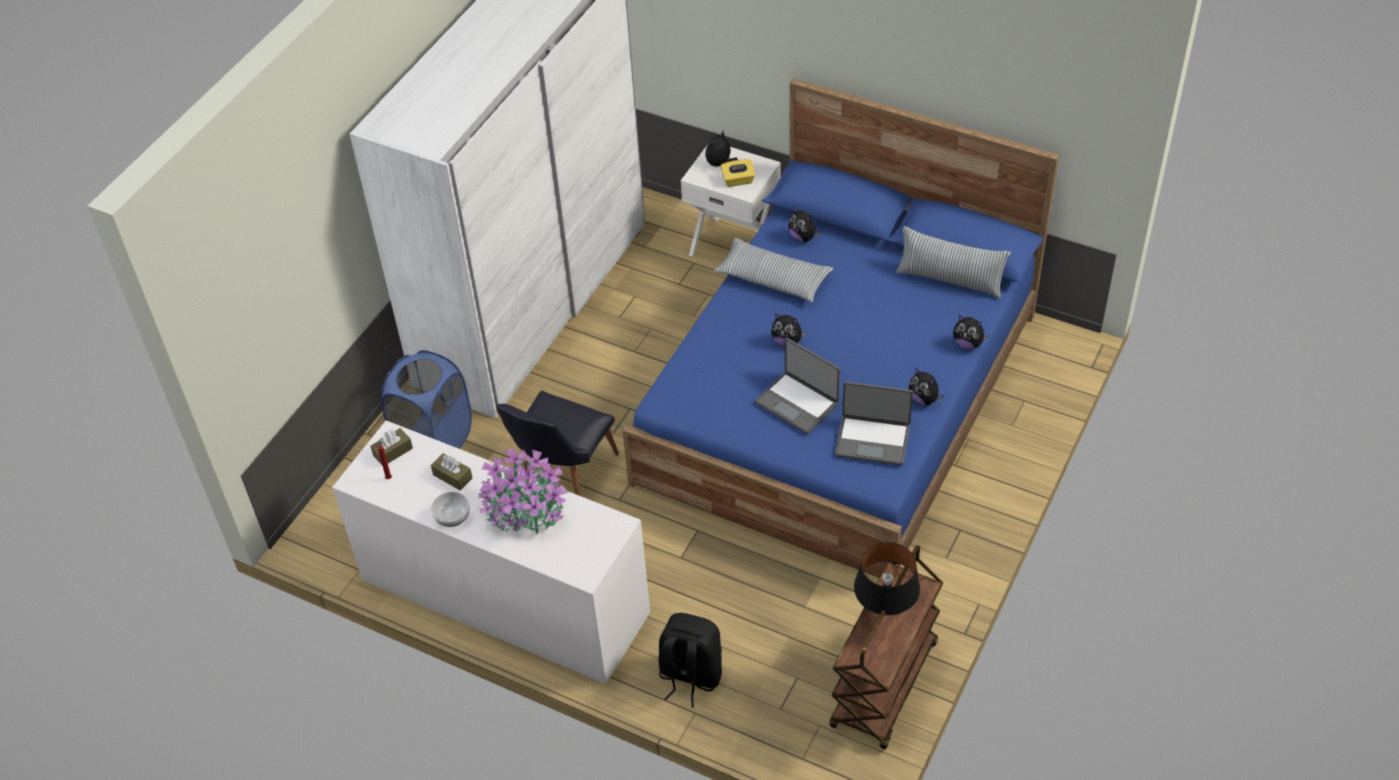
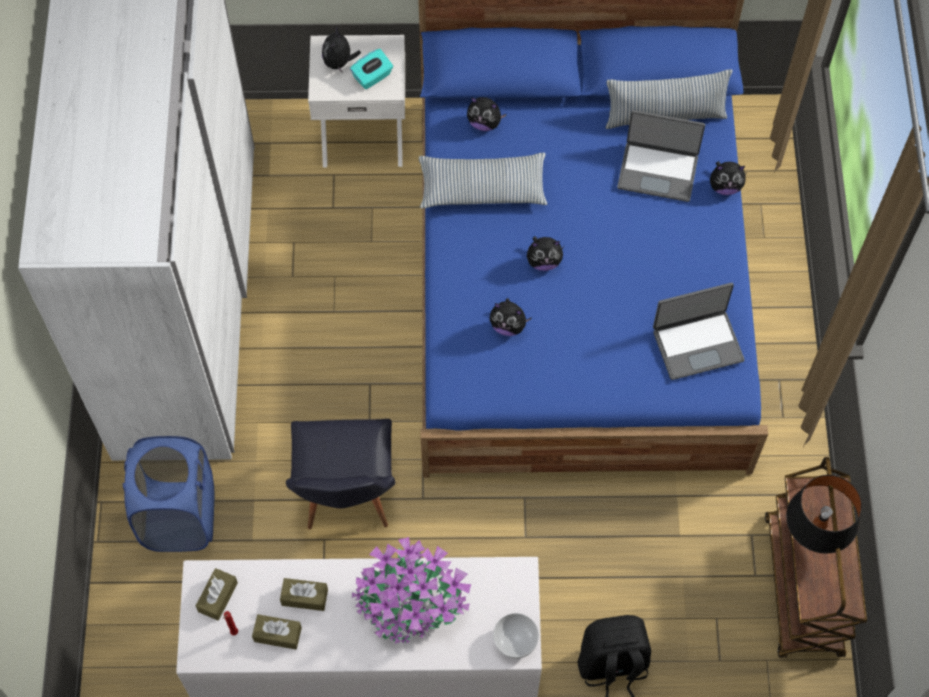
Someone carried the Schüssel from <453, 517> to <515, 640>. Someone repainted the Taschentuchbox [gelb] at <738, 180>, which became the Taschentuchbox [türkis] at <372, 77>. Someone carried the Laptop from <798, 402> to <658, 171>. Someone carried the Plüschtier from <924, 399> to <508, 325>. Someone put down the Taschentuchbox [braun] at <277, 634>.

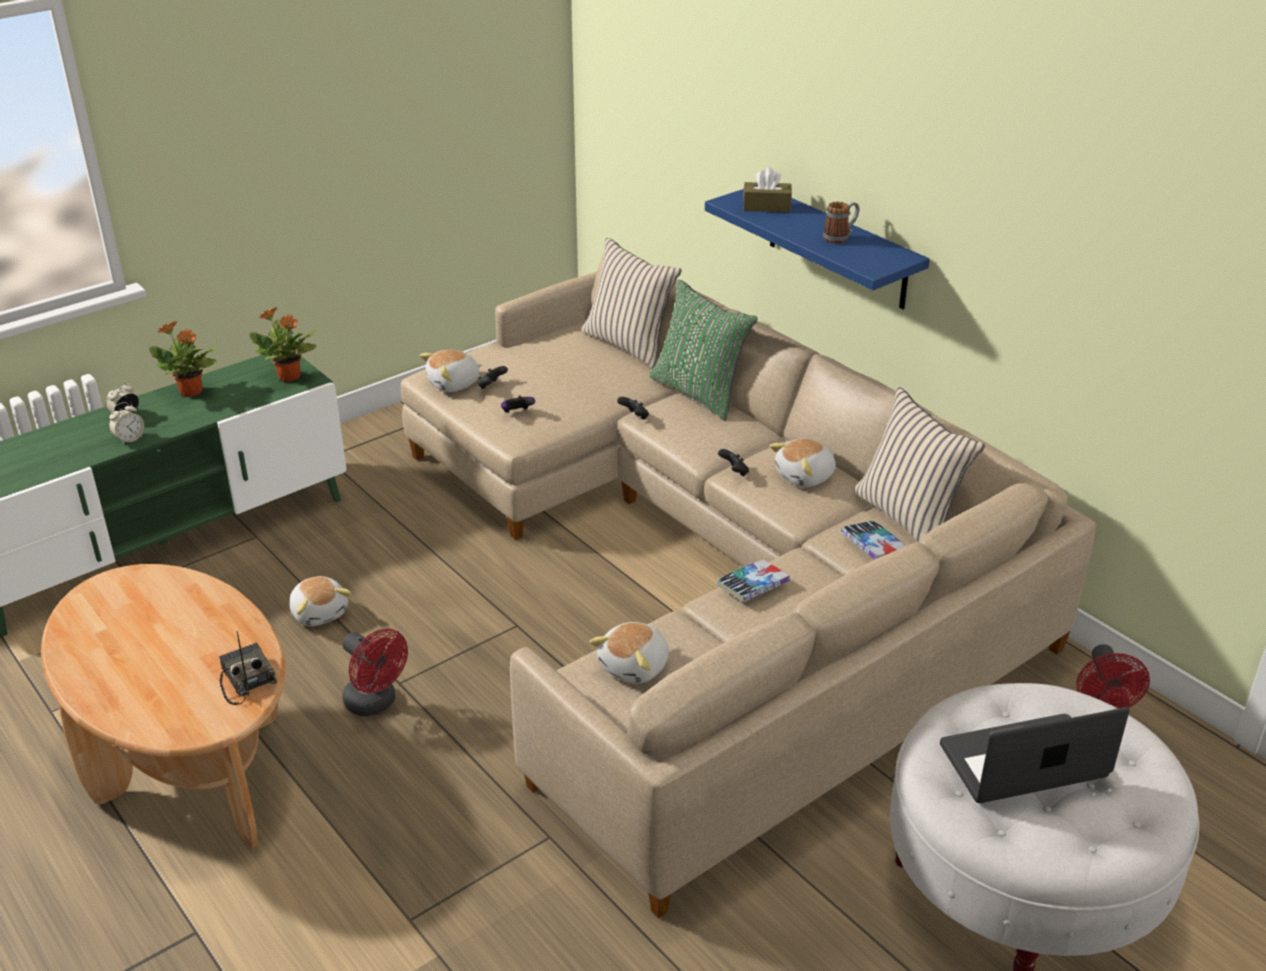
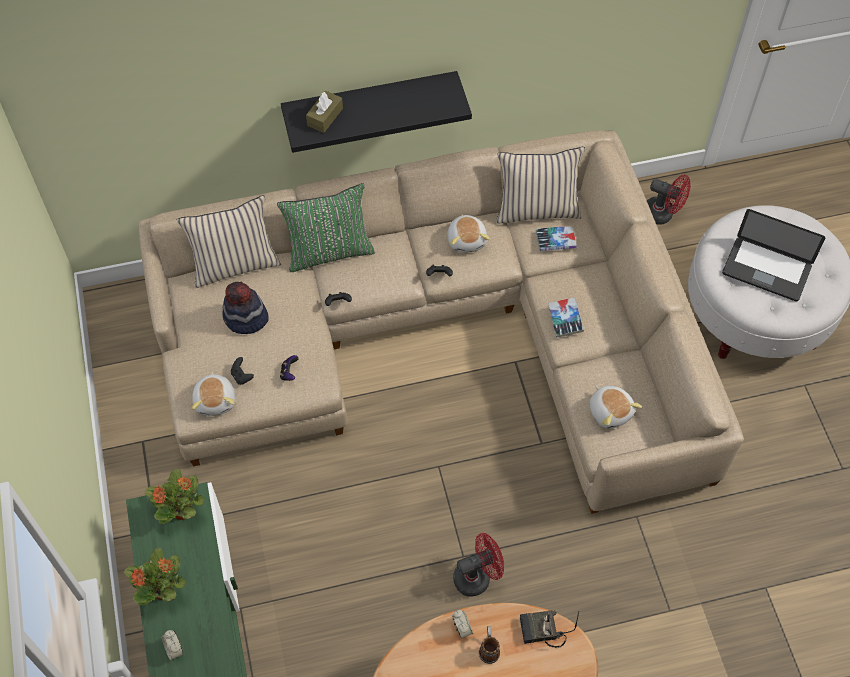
Someone carried the Wecker from <129, 439> to <462, 628>. Someone took away the Plüschtier at <320, 612>. Someone repainted the Wandregal [blau] at <837, 247>, which became the Wandregal [schwarz] at <370, 102>. Someone carried the Henkelbecher from <840, 237> to <488, 648>. Someone rotated the Laptop at <1023, 762> by 75 degrees counterclockwise. Someone put down the Hut at <245, 318>.

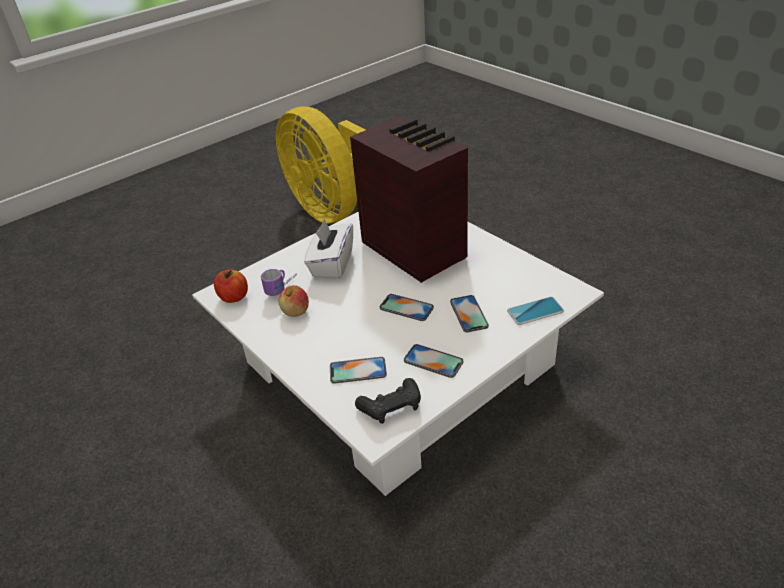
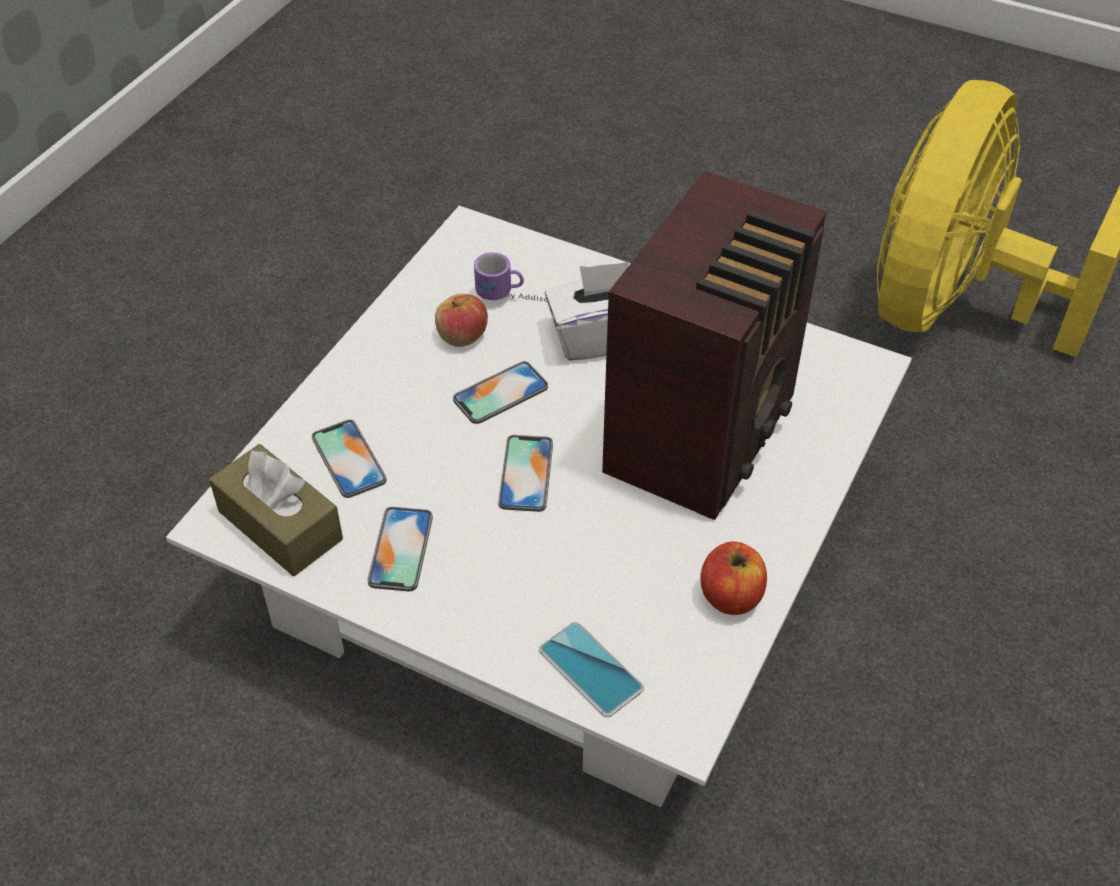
Someone carried the Apfel from <233, 297> to <730, 596>. Someone swapped the Gamepad [schwarz] at <391, 407> for the Taschentuchbox [braun] at <280, 525>. Someone carried the Handy from <469, 314> to <500, 393>.

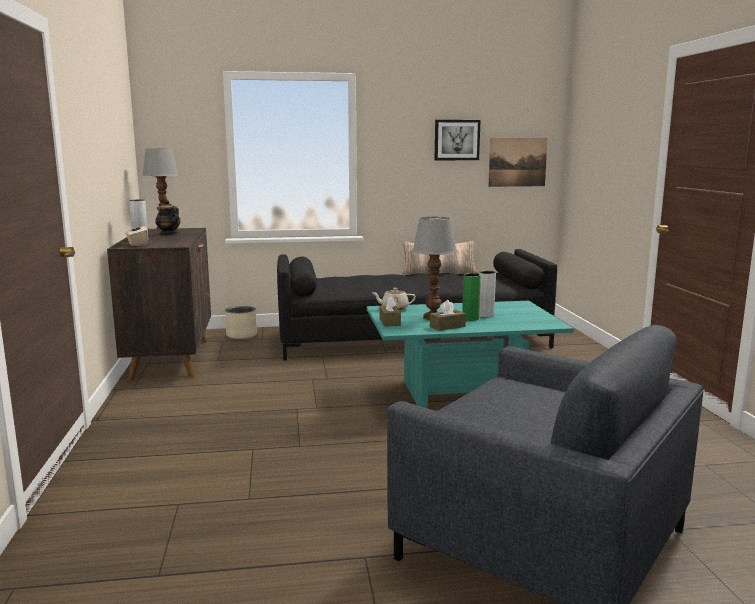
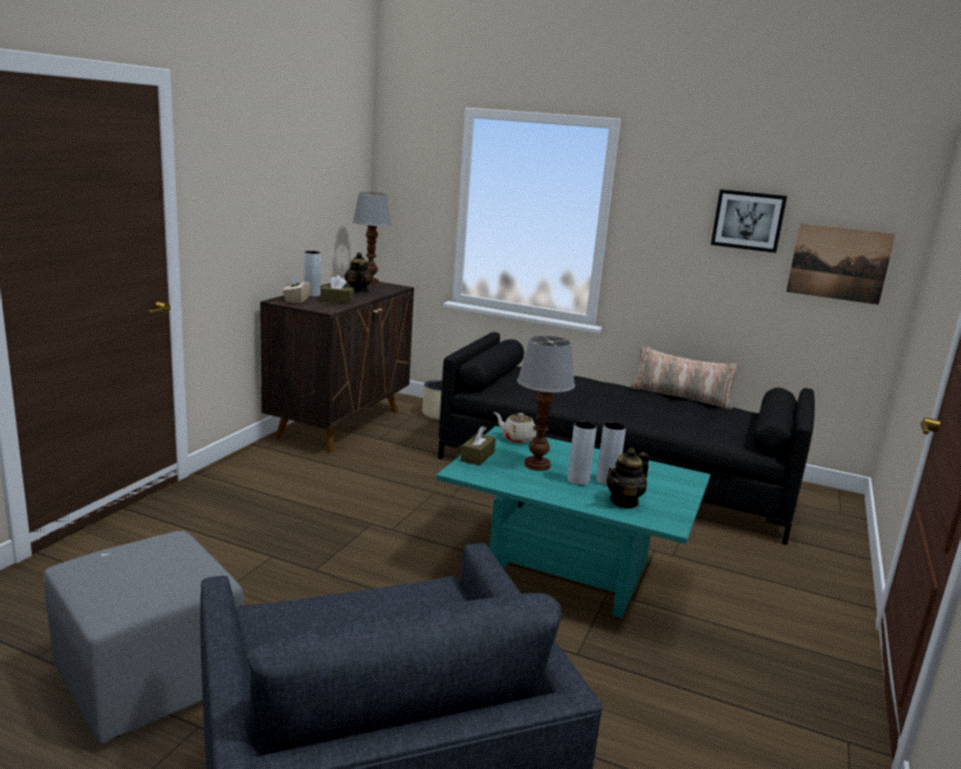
Someone carried the Taschentuchbox [braun] from <447, 326> to <337, 301>. Someone repainted the Vase [grün] at <470, 318>, which became the Vase [grau] at <578, 480>. Someone put down the Polsterhocker [grau] at <148, 679>. Someone put down the Teekanne at <624, 501>.

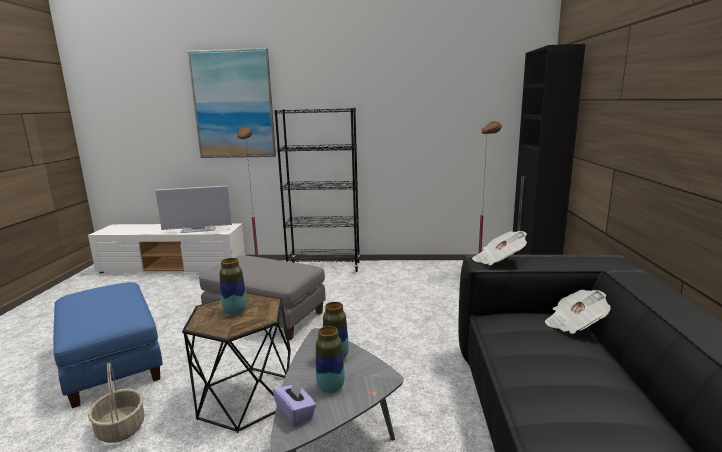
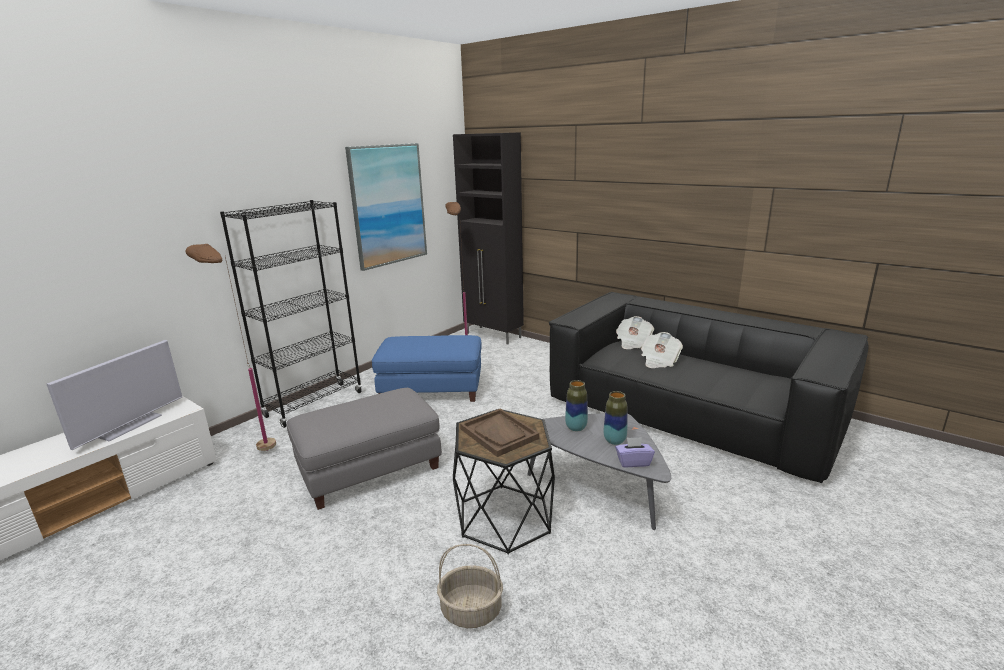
Someone carried the Polsterhocker [blau] from <112, 363> to <432, 389>. Someone carried the Bild from <233, 105> to <388, 205>. Someone swapped the Vase at <235, 311> for the Tablett [braun] at <499, 434>. Someone carried the Zeitung from <498, 260> to <659, 361>.

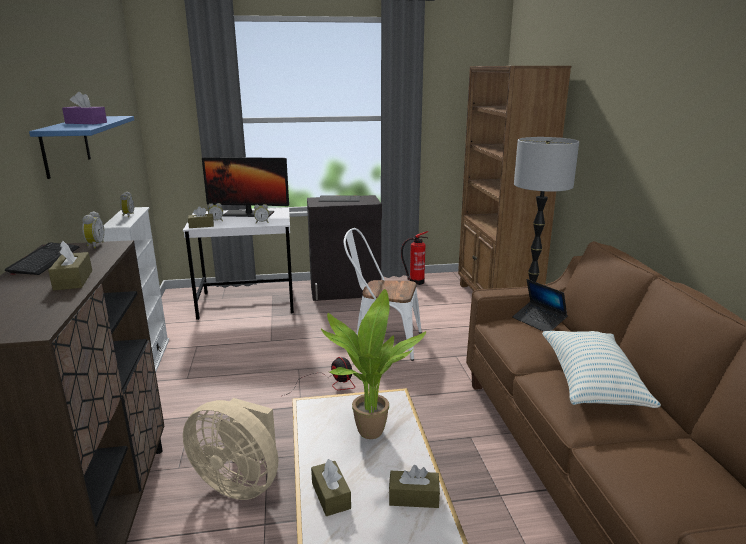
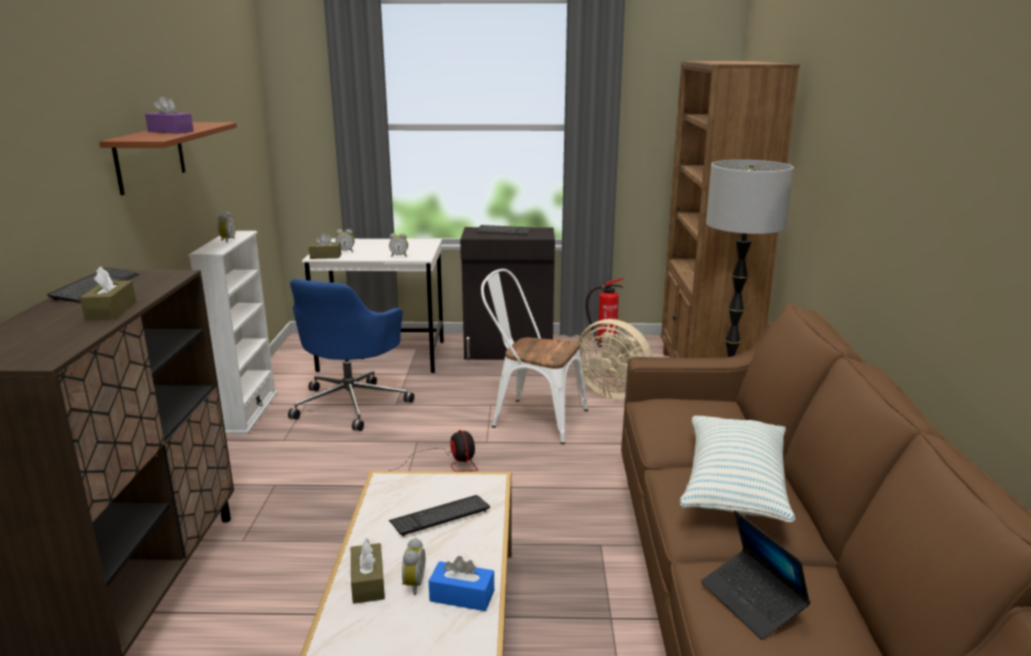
Someone repainted the Wandregal [blau] at <66, 145>, which became the Wandregal [braun] at <150, 157>. Someone carried the Wecker from <94, 245> to <412, 584>. Someone carried the Ventilator [beige] from <240, 482> to <613, 392>. Someone took away the Monitor at <248, 214>. Someone swapped the Topfpflanze at <367, 431> for the Tastatur at <440, 516>. Someone repainted the Taschentuchbox [braun] at <414, 497>, which became the Taschentuchbox [blau] at <462, 596>. Someone carried the Laptop from <538, 321> to <752, 601>. Someone put down the Bürostuhl [blau] at <352, 403>.

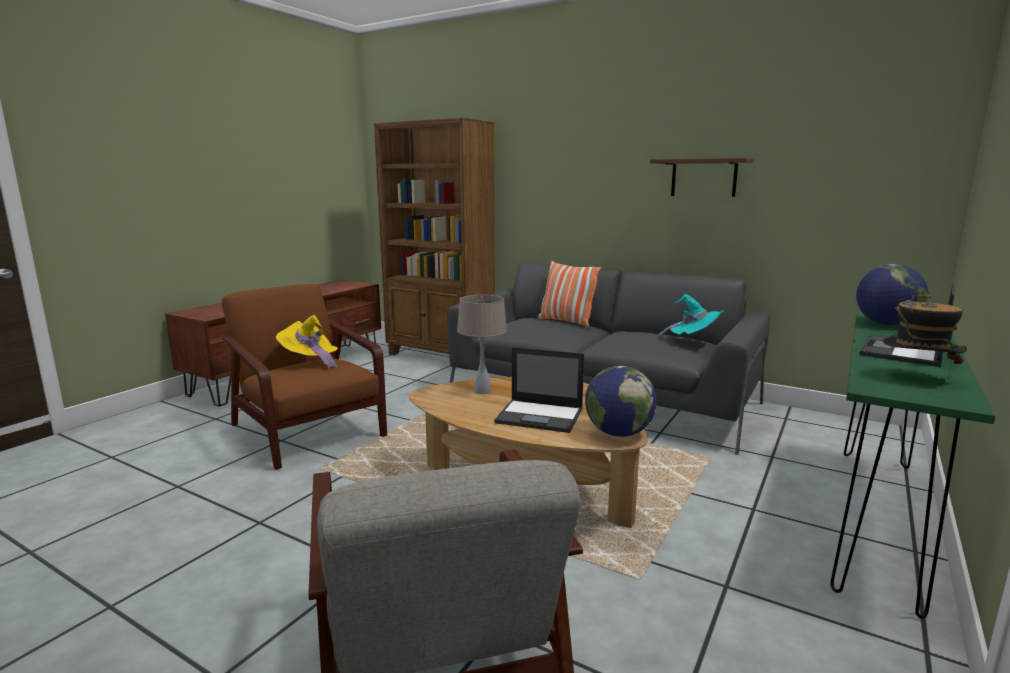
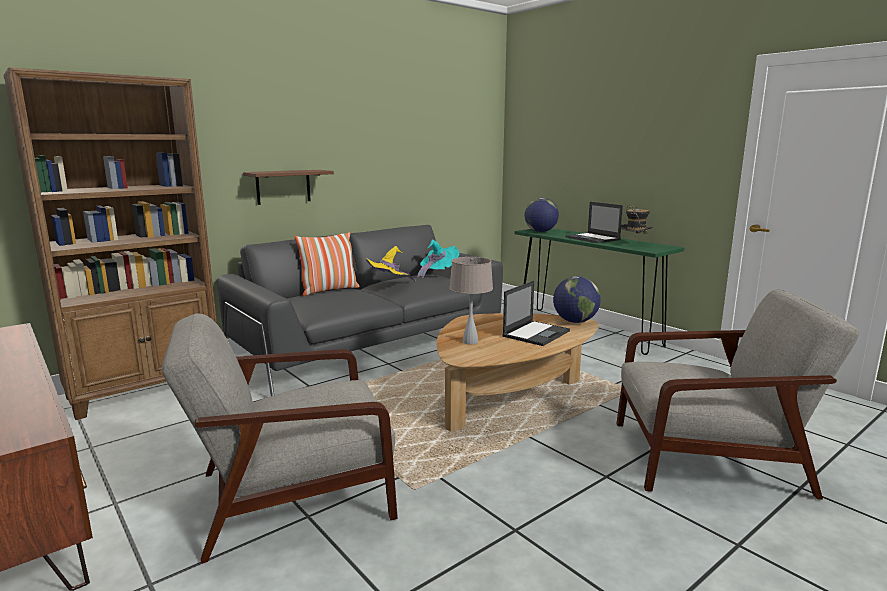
Someone repainted the Sessel [braun] at <306, 429>, which became the Sessel [grau] at <291, 496>. Someone carried the Hut [gelb] from <310, 361> to <389, 284>. Someone carried the Wandregal [braun] from <703, 178> to <283, 186>.

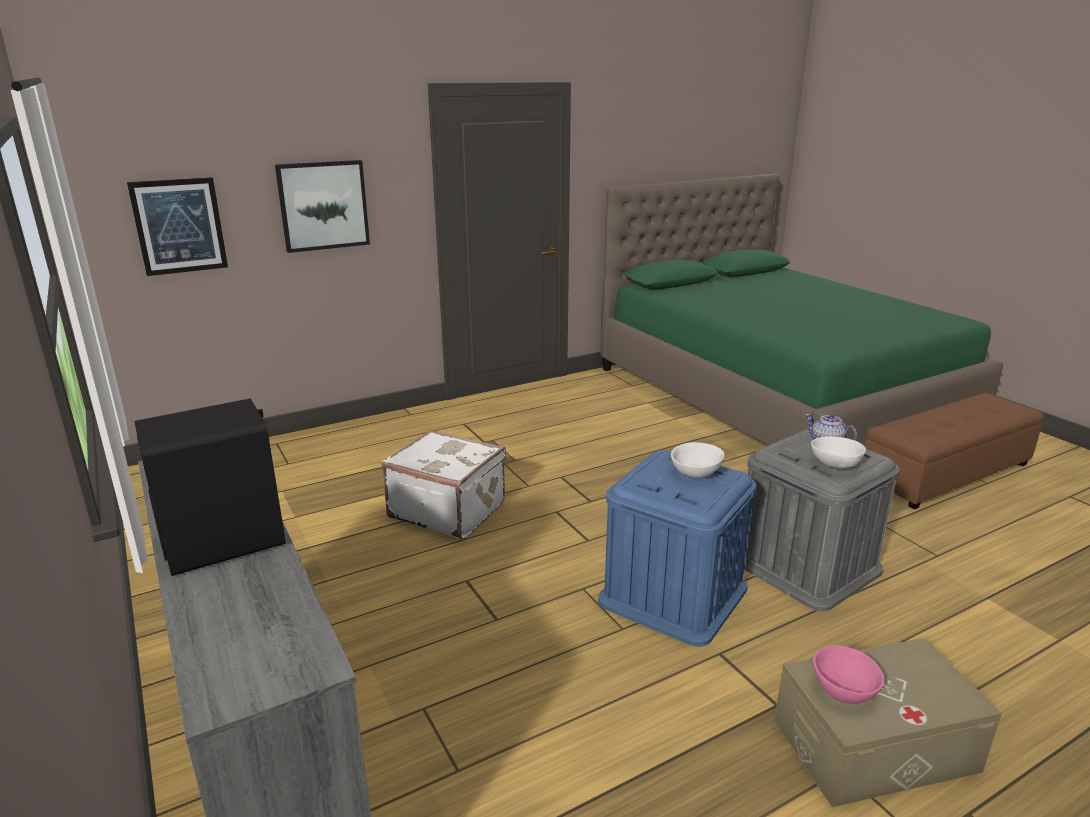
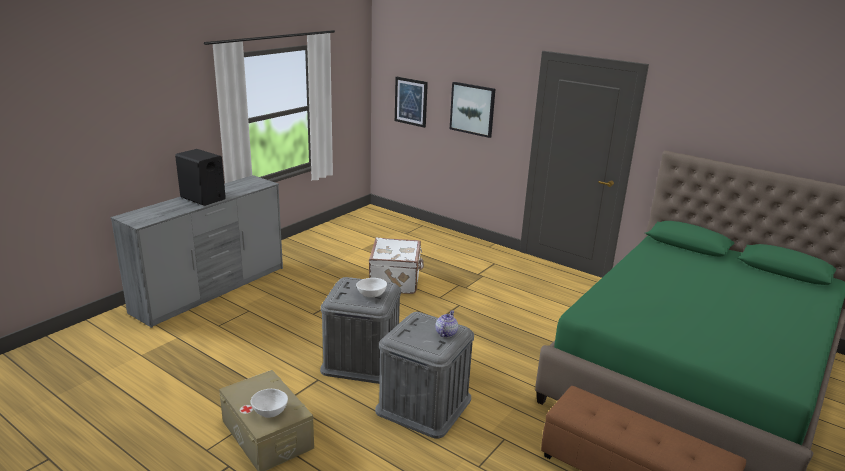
Someone repainted the Aufbewahrungsbox [blau] at <673, 594>, which became the Aufbewahrungsbox [grau] at <362, 359>. Someone carried the Schüssel [weiß] from <836, 464> to <269, 411>. Someone took away the Schüssel [rosa] at <843, 690>.

